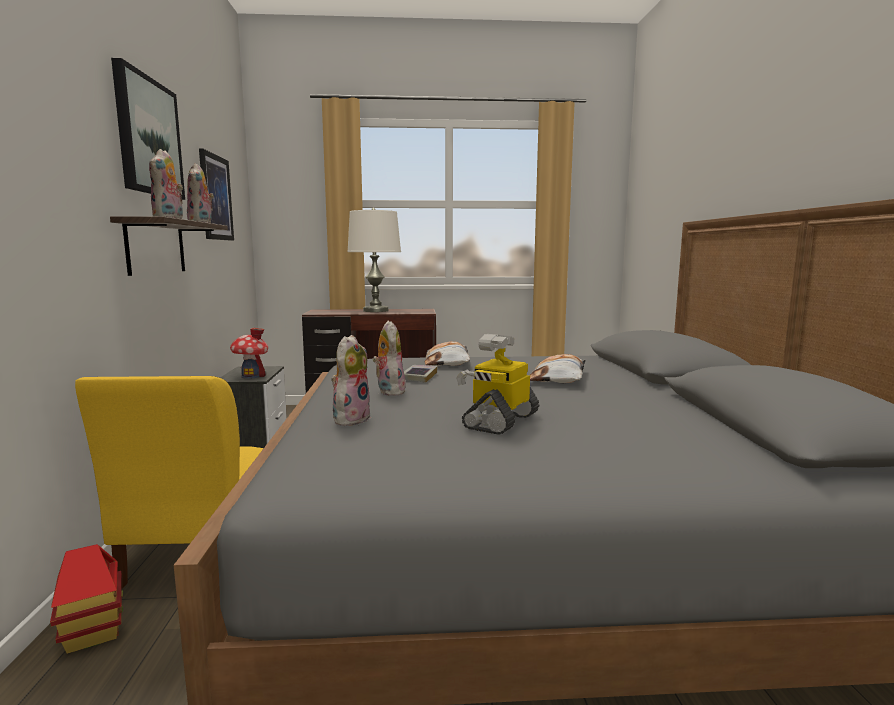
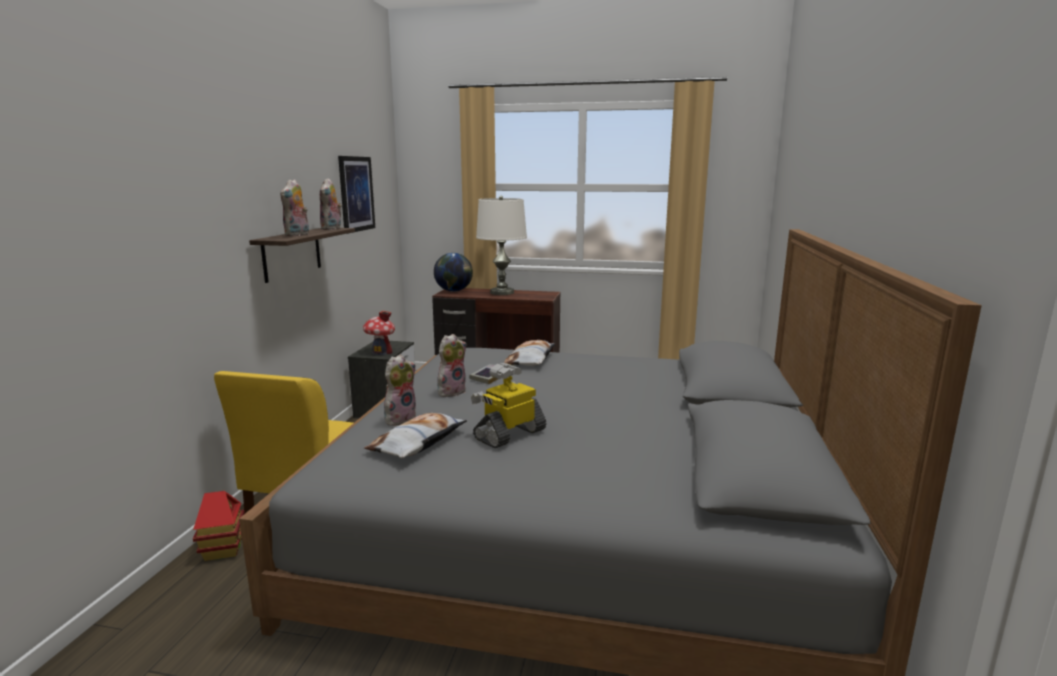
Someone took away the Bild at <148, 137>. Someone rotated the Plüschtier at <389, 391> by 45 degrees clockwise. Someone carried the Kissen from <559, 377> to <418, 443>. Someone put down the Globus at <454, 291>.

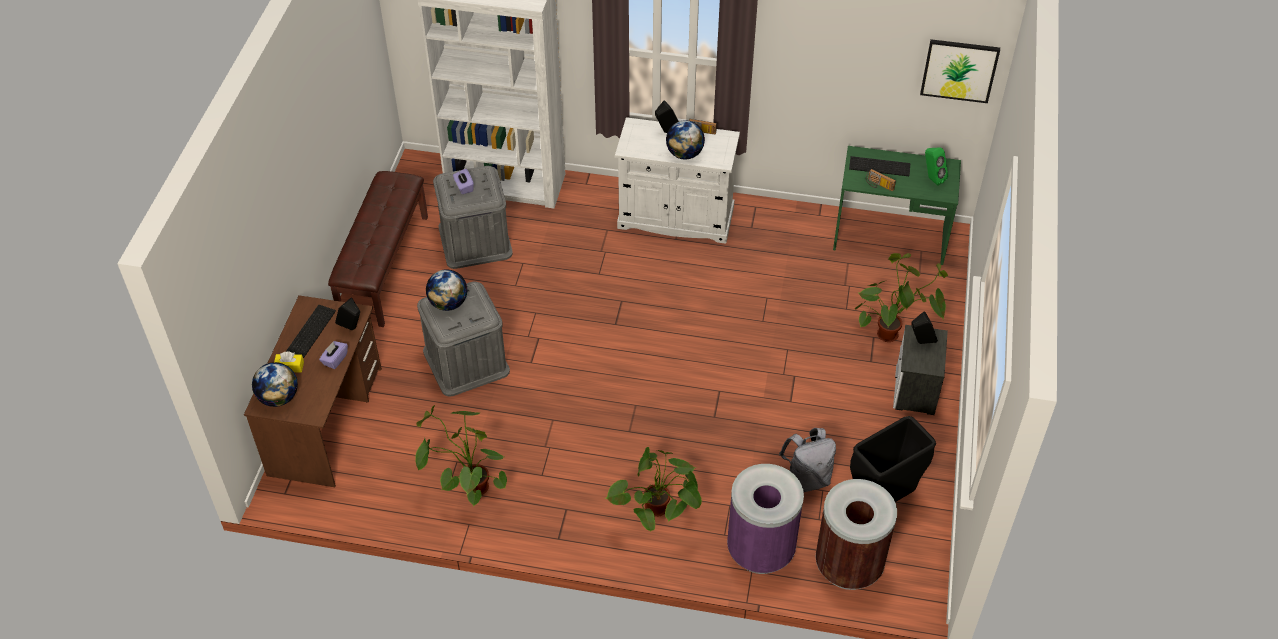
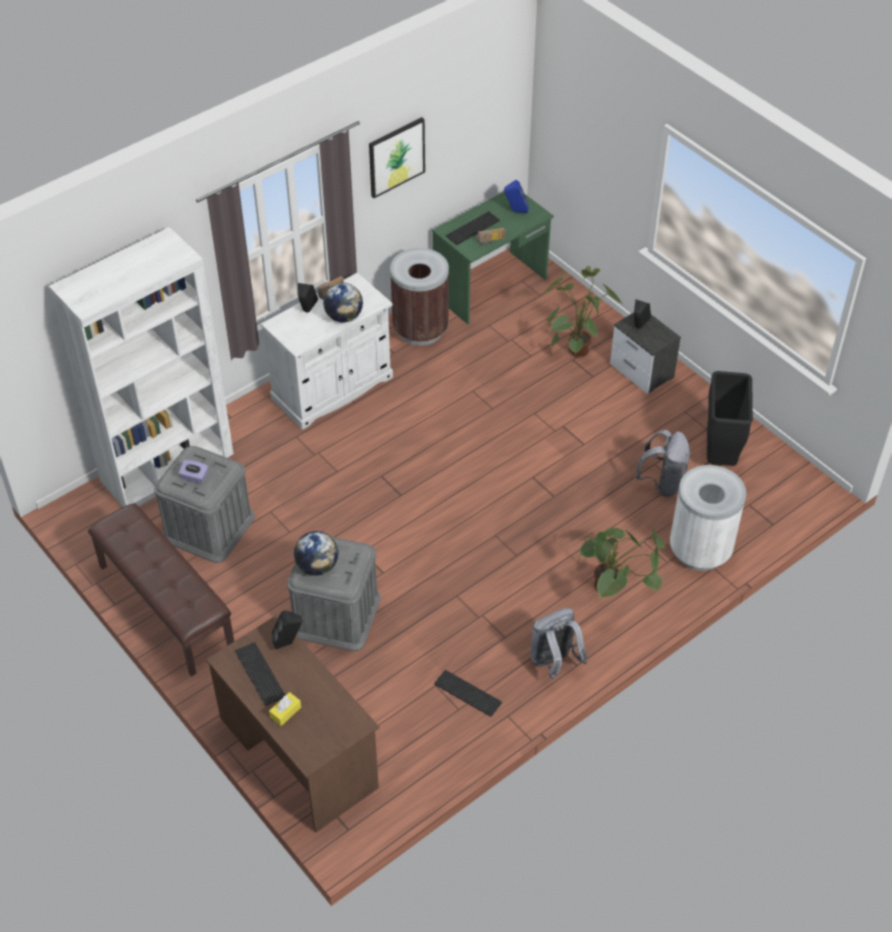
Someone took away the Globus at <278, 398>. Someone took away the Taschentuchbox [lila] at <335, 360>. Someone swapped the Topfpflanze at <466, 485> for the Tastatur at <466, 694>. Someone repainted the Mülleimer [lila] at <760, 550>, which became the Mülleimer [weiß] at <699, 550>. Someone carried the Mülleimer [braun] from <848, 566> to <420, 330>. Someone carried the Bild from <959, 70> to <396, 157>. Someone repainted the Lautsprecher [grün] at <932, 179>, which became the Lautsprecher [blau] at <516, 211>. Someone put down the Rucksack [grau] at <554, 662>.

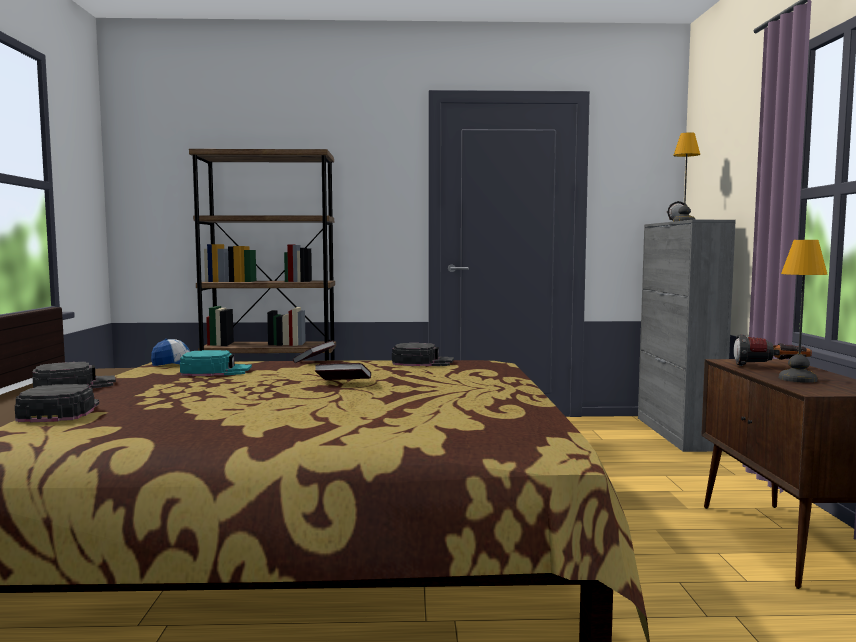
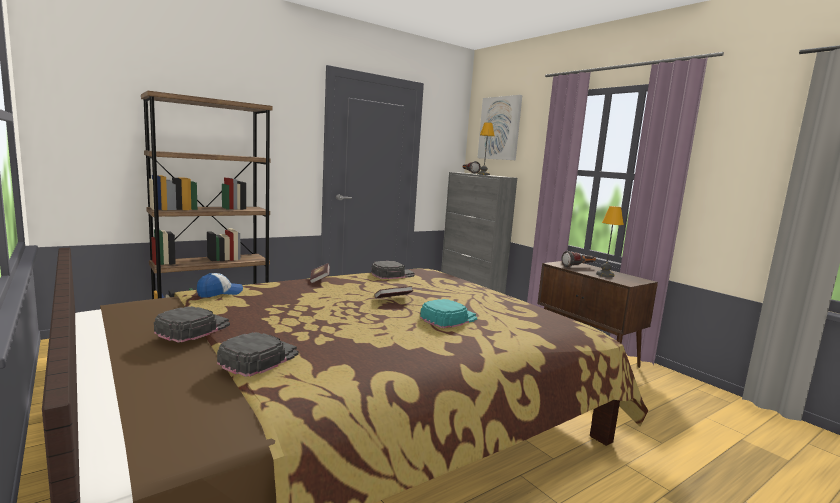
Someone rotated the Kappe [schwarz] at <60, 411> by 75 degrees clockwise. Someone carried the Kappe [türkis] from <216, 371> to <448, 318>. Someone put up the Bild at <500, 128>.

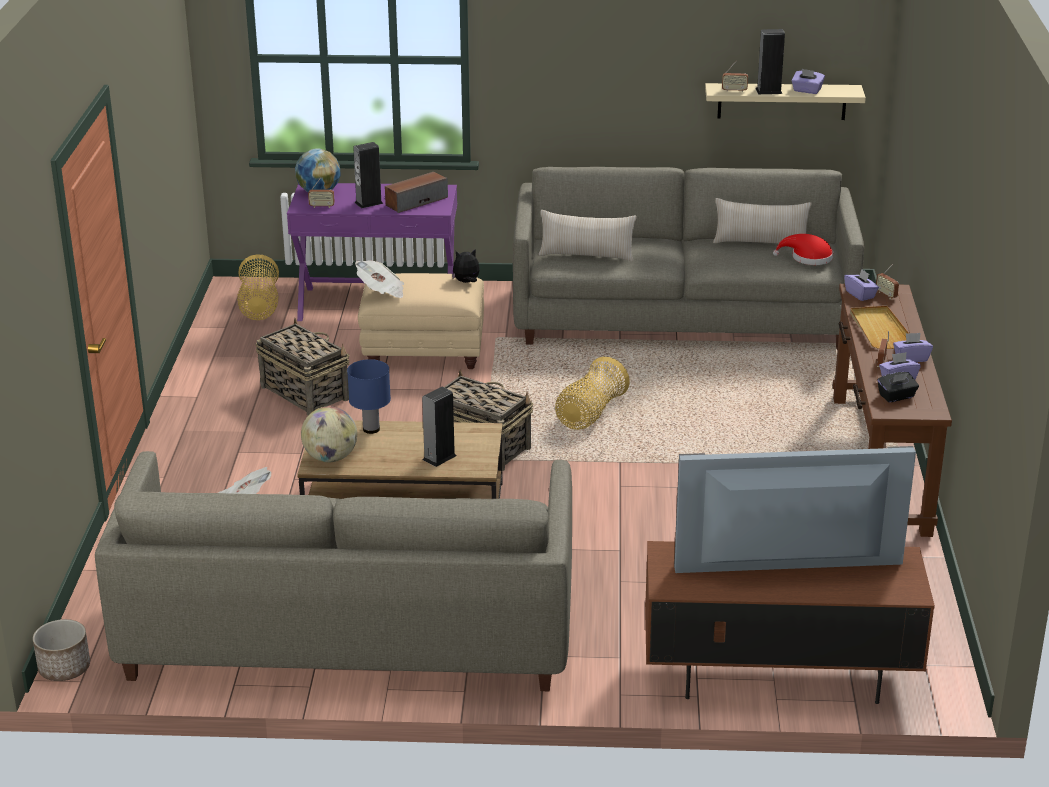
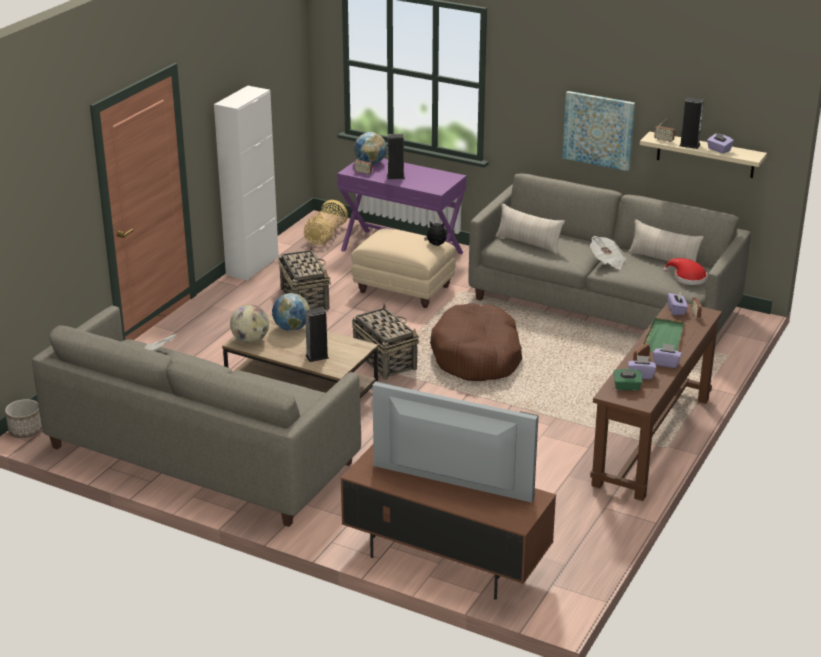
Someone swapped the Tischlampe [blau] at <371, 429> for the Globus at <291, 328>. Someone carried the Zeitung from <381, 291> to <607, 262>. Someone took away the Lautsprecher at <416, 201>. Someone swapped the Korb at <590, 414> for the Hundebett [braun] at <477, 356>. Someone repainted the Tablett [beige] at <879, 330>, which became the Tablett [grün] at <664, 338>. Someone repainted the Taschentuchbox [schwarz] at <896, 396>, which became the Taschentuchbox [grün] at <627, 387>. Someone put down the Schrank [weiß] at <252, 266>. Someone put up the Bild at <598, 130>.

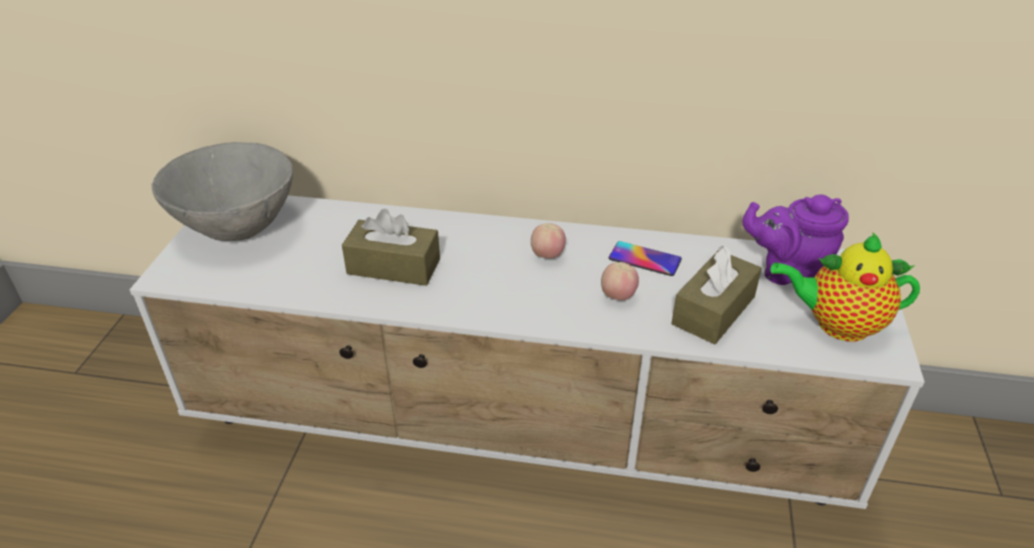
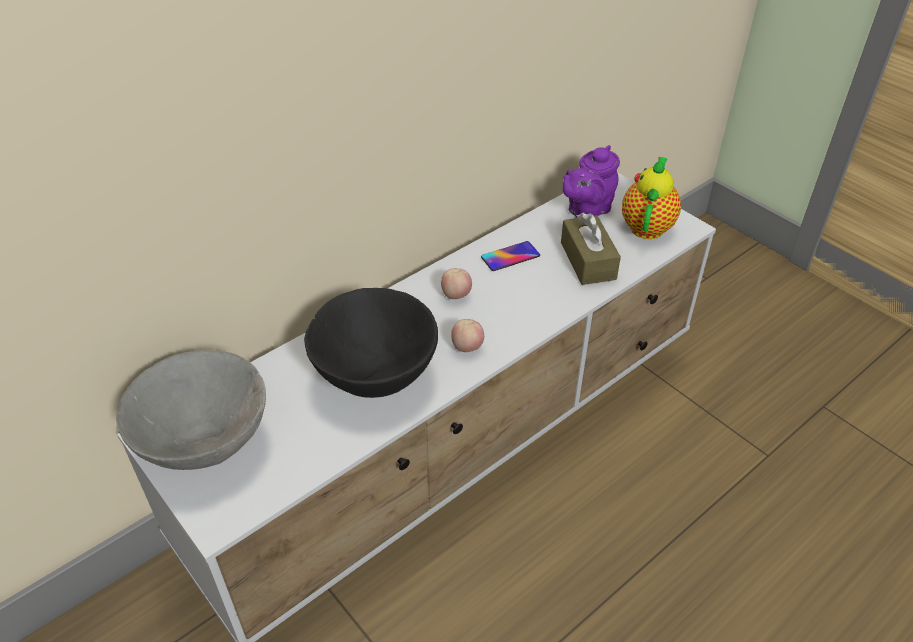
Someone swapped the Taschentuchbox [braun] at <393, 266> for the Schüssel [schwarz] at <375, 377>. Someone carried the Apfel from <618, 296> to <467, 347>. Someone rotated the Teekanne at <836, 324> by 150 degrees clockwise.

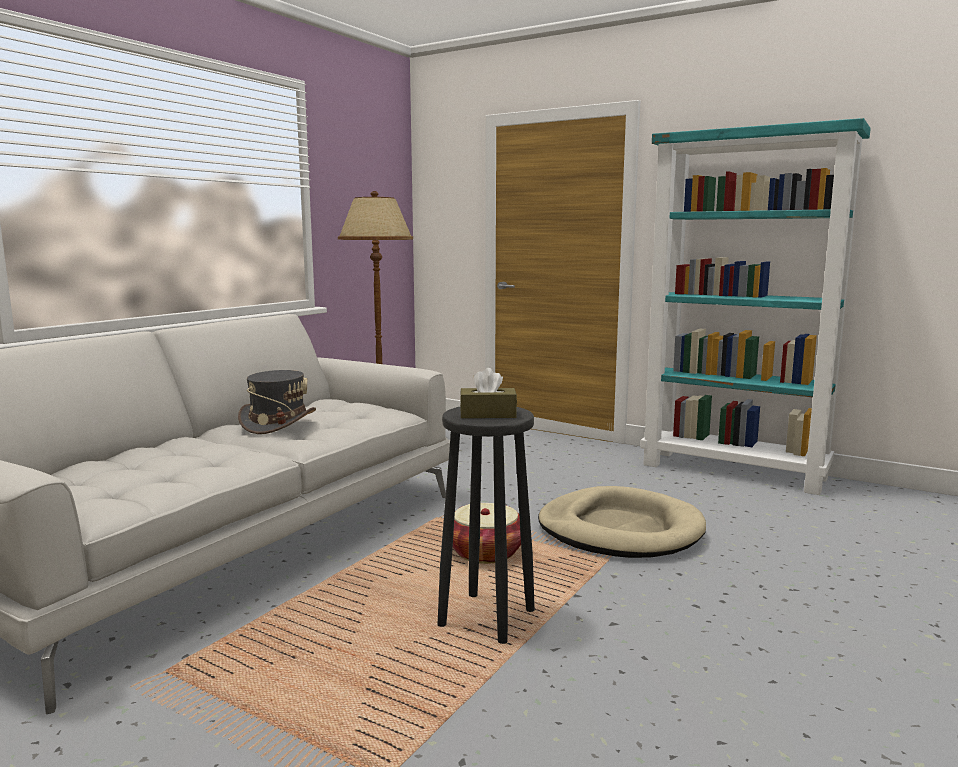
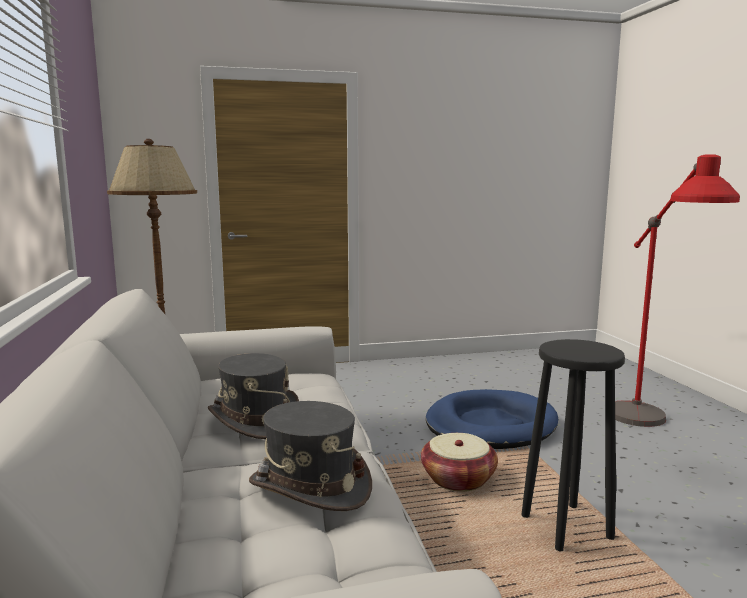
Someone took away the Taschentuchbox [braun] at <488, 414>. Someone repainted the Hundebett [beige] at <620, 530>, which became the Hundebett [blau] at <490, 425>. Someone took away the Bücherregal [türkis] at <734, 471>. Someone put down the Hut [grau] at <310, 487>. Someone put down the Stehlampe [rot] at <649, 431>.

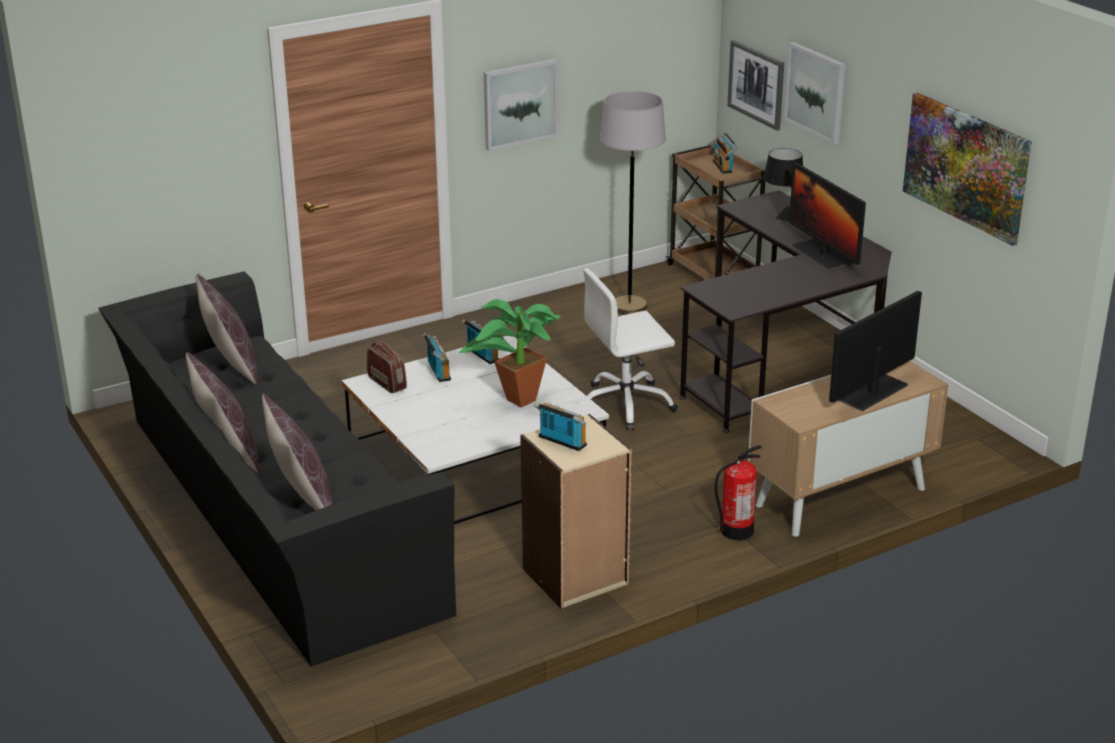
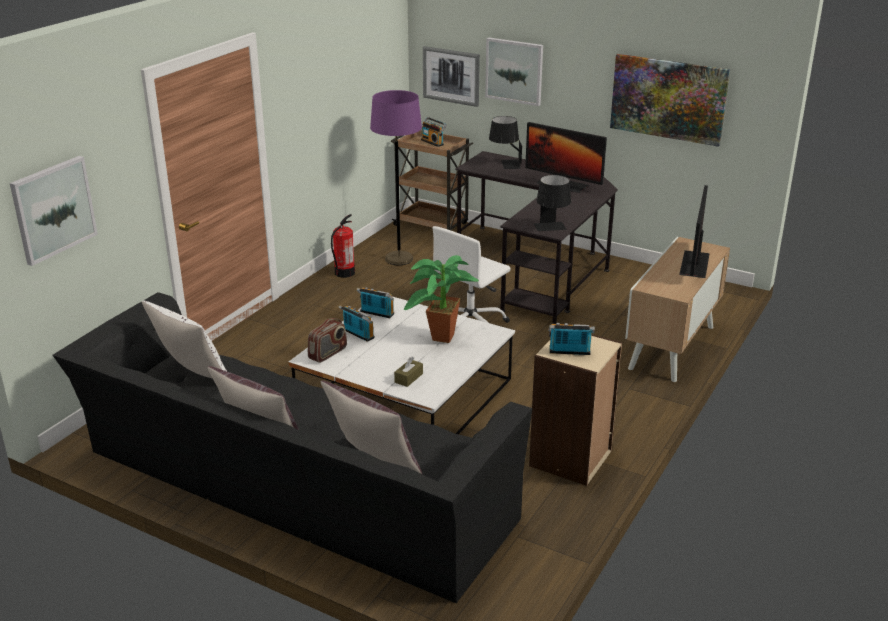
Someone repainted the Kissen [braun] at <231, 366>, which became the Kissen [weiß] at <192, 375>. Someone rotated the Radio at <387, 383> by 105 degrees clockwise. Someone carried the Bild from <519, 104> to <53, 209>. Someone repainted the Stehlampe [grau] at <629, 306>, which became the Stehlampe [lila] at <399, 259>. Someone carried the Feuerlöscher from <736, 531> to <344, 273>. Someone put down the Taschentuchbox [braun] at <408, 378>. Someone put down the Tischlampe [schwarz] at <551, 229>.

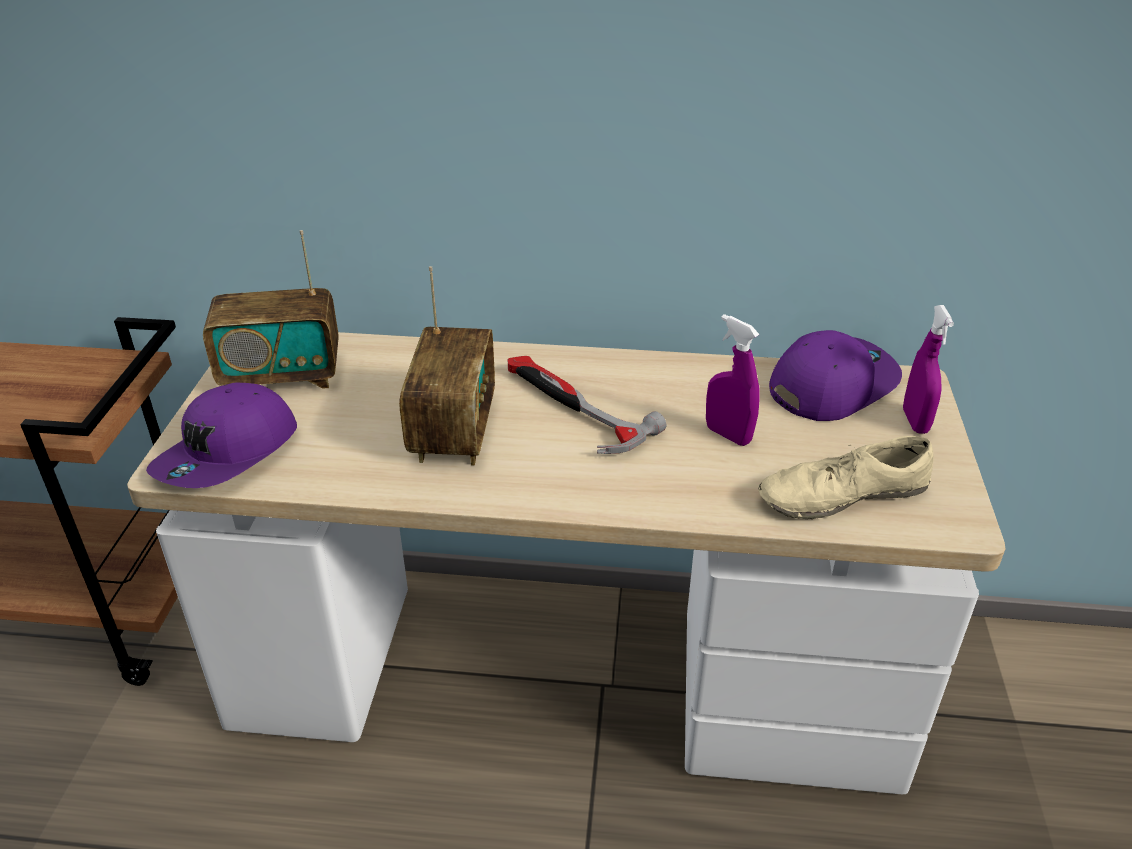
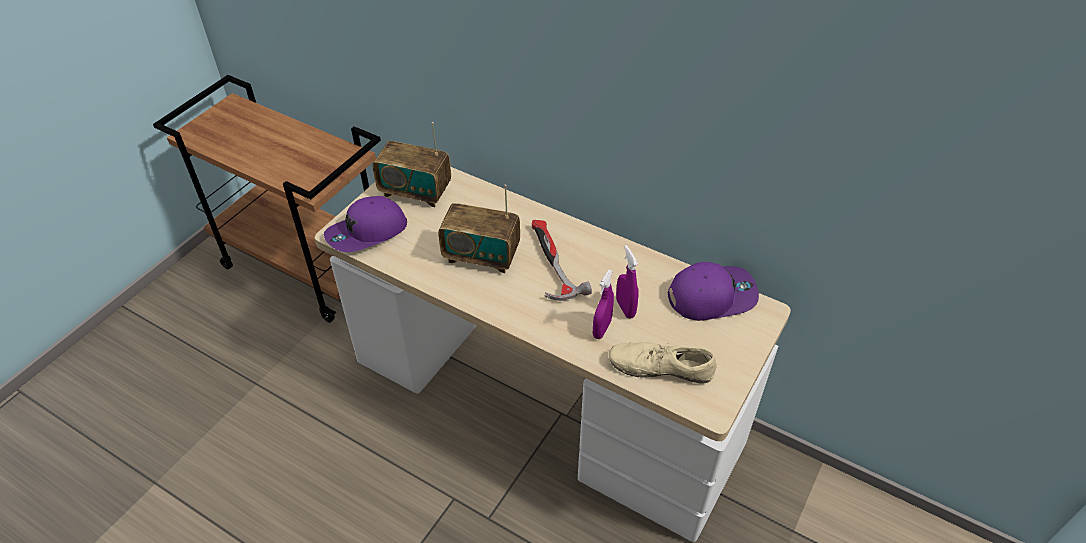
Someone rotated the Radio at <453, 431> by 75 degrees clockwise. Someone carried the Sprühflasche [lila] from <915, 421> to <602, 329>.

